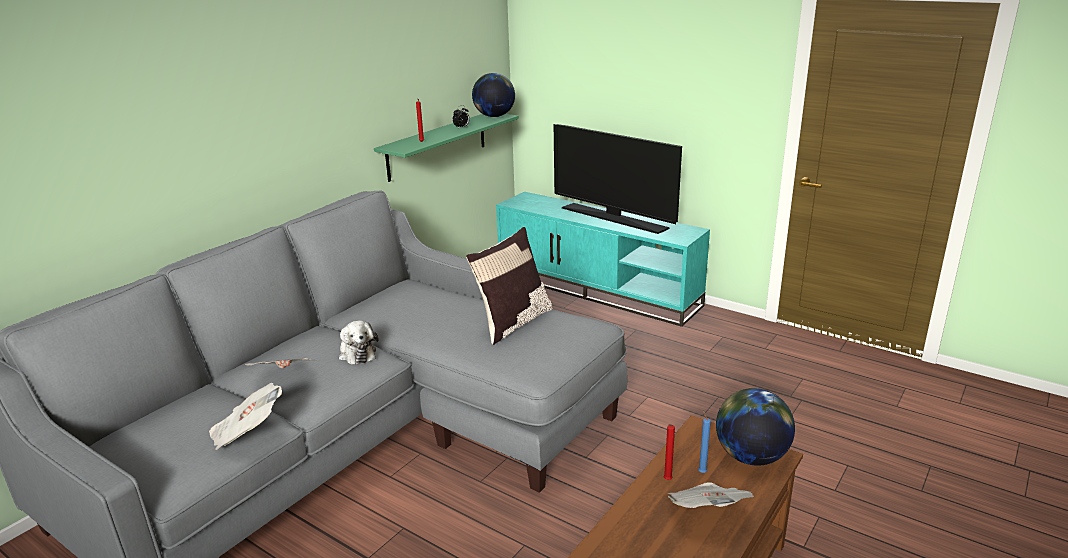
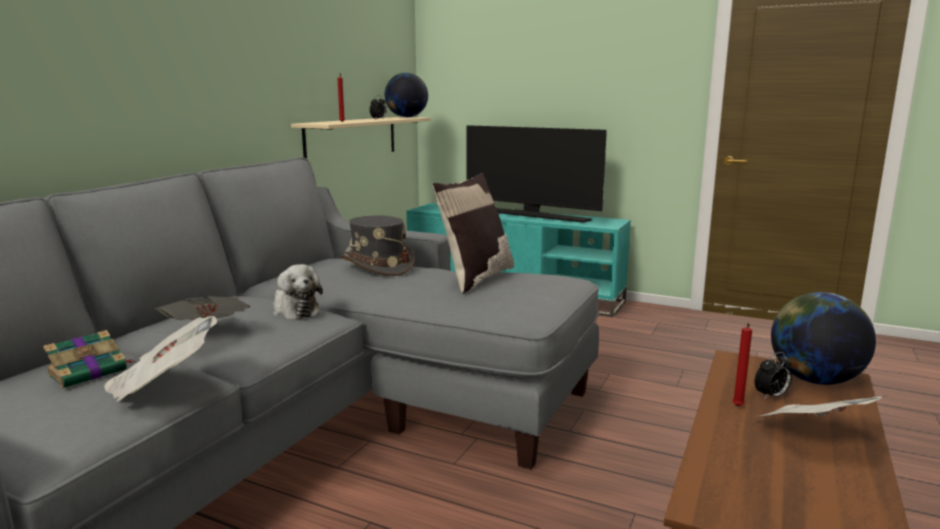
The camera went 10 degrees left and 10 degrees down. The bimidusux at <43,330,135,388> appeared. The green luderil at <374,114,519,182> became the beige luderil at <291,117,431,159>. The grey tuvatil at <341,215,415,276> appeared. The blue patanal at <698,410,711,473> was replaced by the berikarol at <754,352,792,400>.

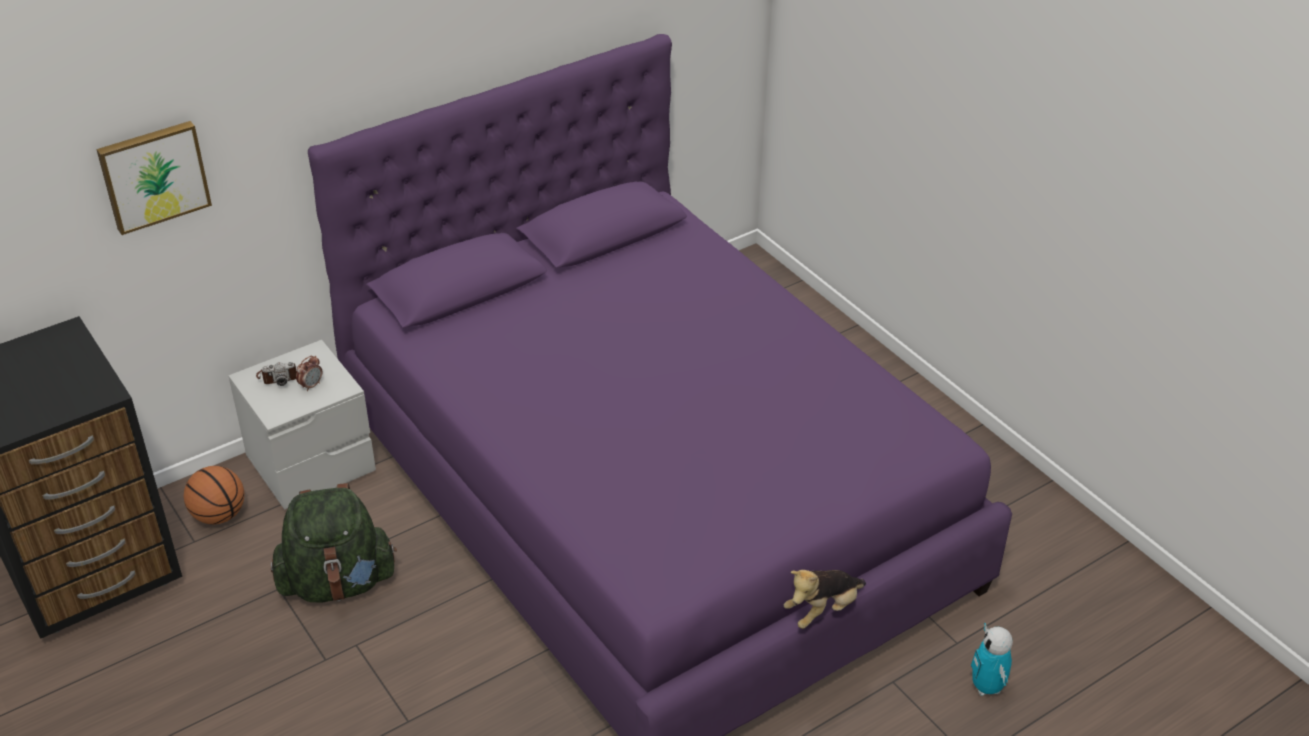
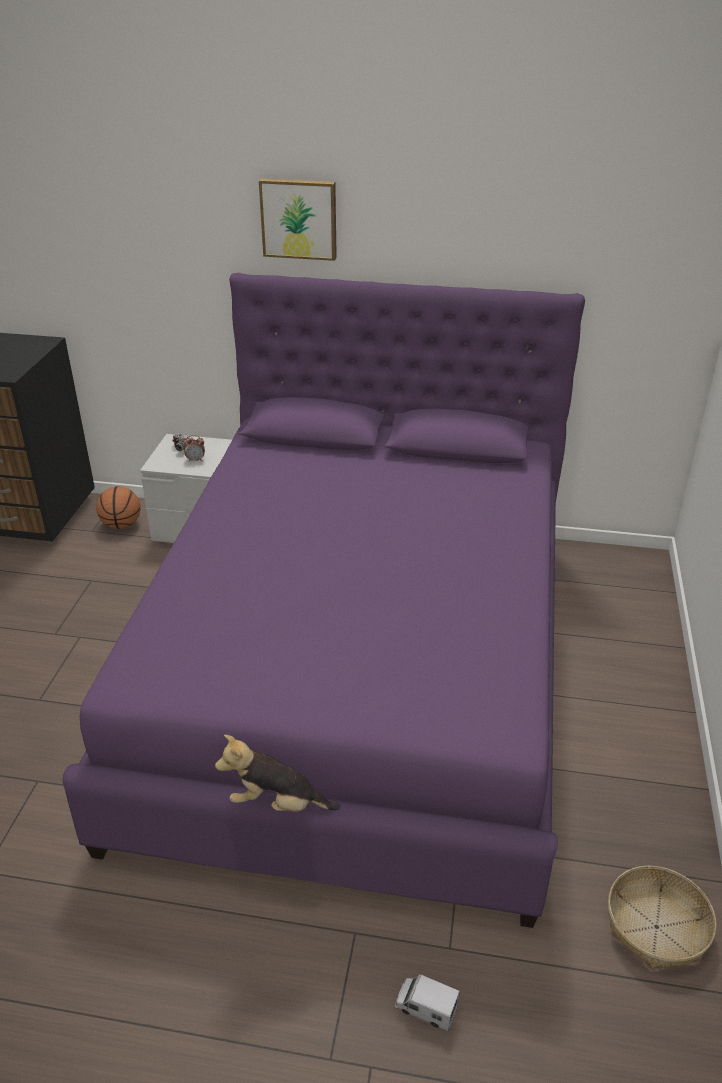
The camera went 45 degrees right and 5 degrees down. The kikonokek moved from <96,121,212,235> to <259,178,337,261>. The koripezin at <971,623,1013,696> was replaced by the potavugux at <395,973,460,1032>. The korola at <608,866,716,970> appeared. The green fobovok at <271,483,397,602> disappeared.

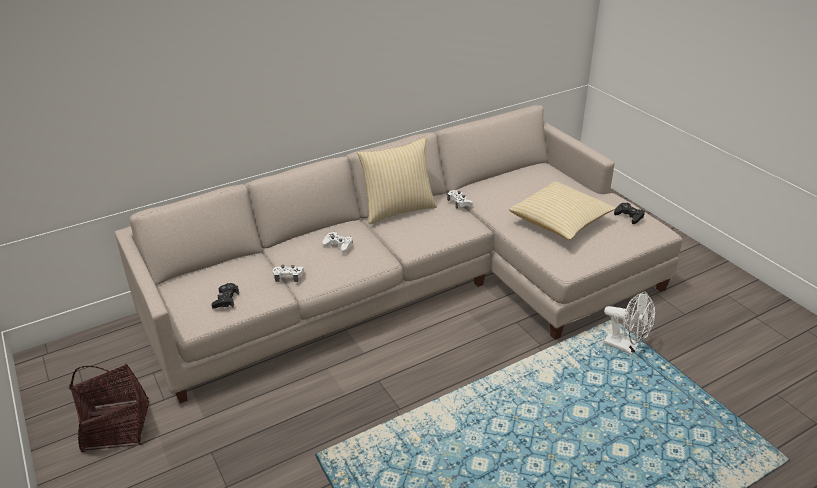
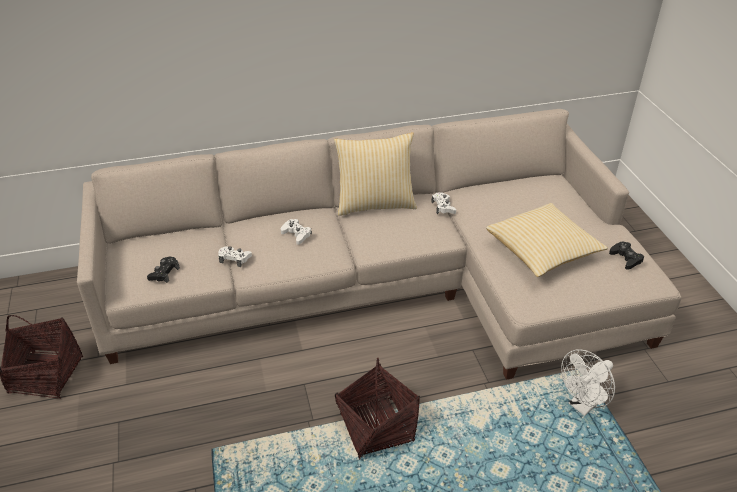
The camera went 15 degrees right and 5 degrees up. The korola at <335,358,420,459> appeared. The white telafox at <604,291,655,355> turned 90 degrees clockwise.

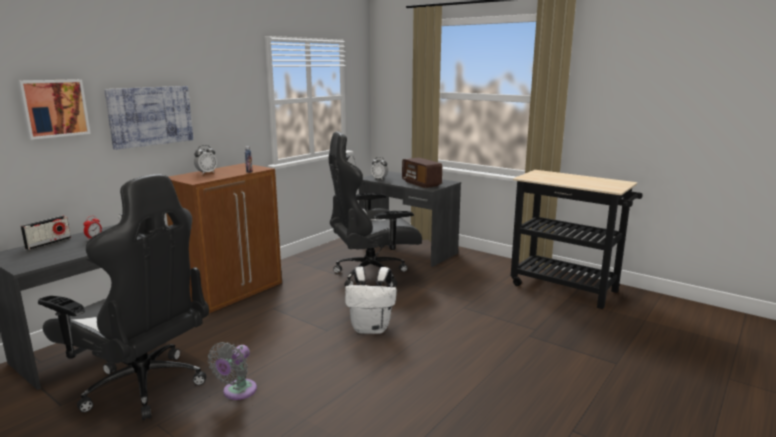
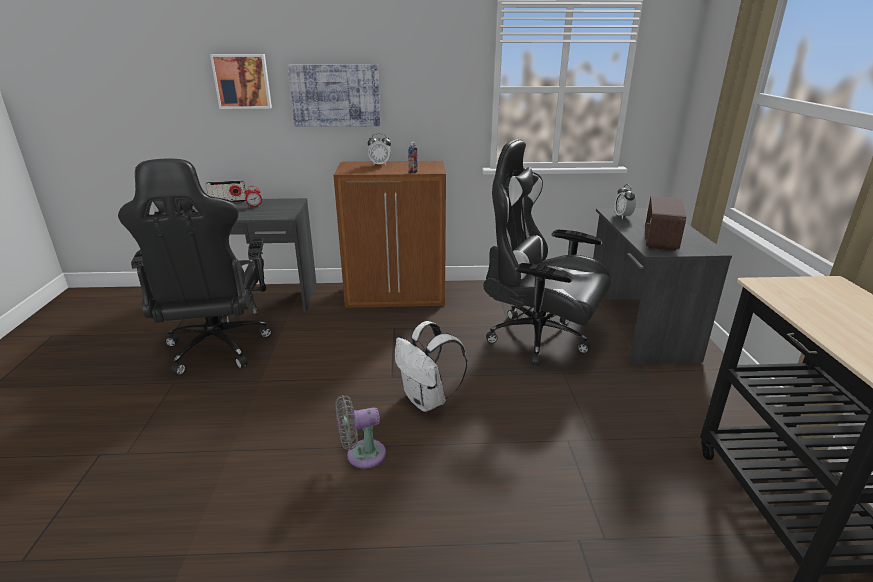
The camera went 50 degrees right and 10 degrees up. The grey telafox moved from <208,342,257,400> to <335,395,386,469>.

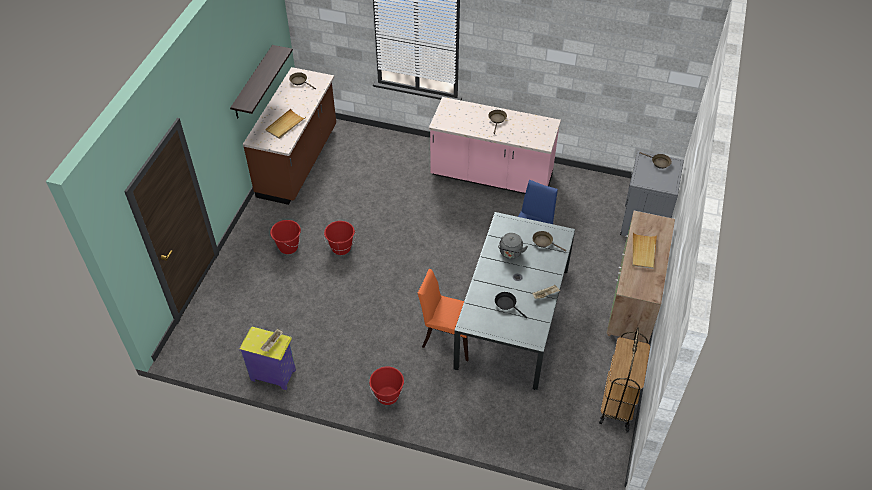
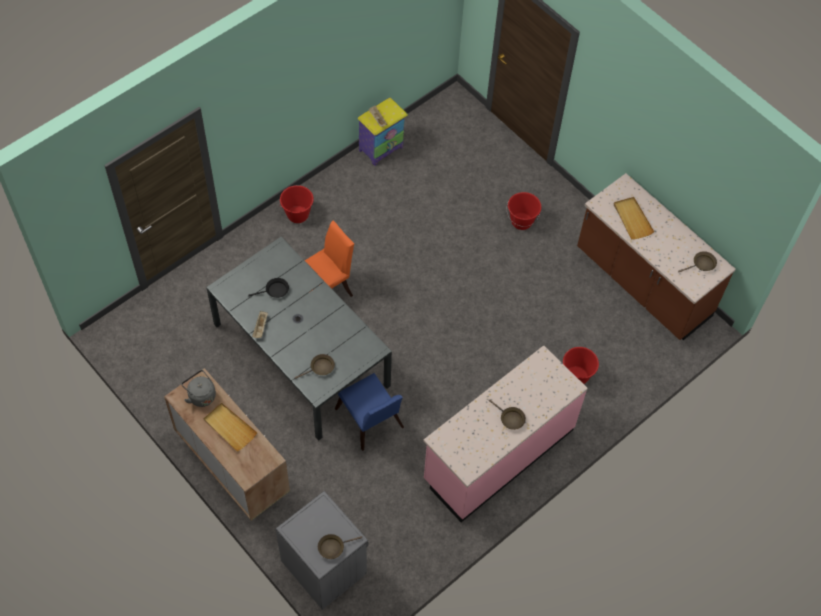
The camera went 120 degrees right and 10 degrees up. The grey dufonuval moved from <498,233,528,259> to <182,370,216,407>. The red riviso moved from <324,221,356,255> to <563,347,599,384>. The luderil at <230,45,293,119> disappeared. The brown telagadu at <599,327,650,433> disappeared.

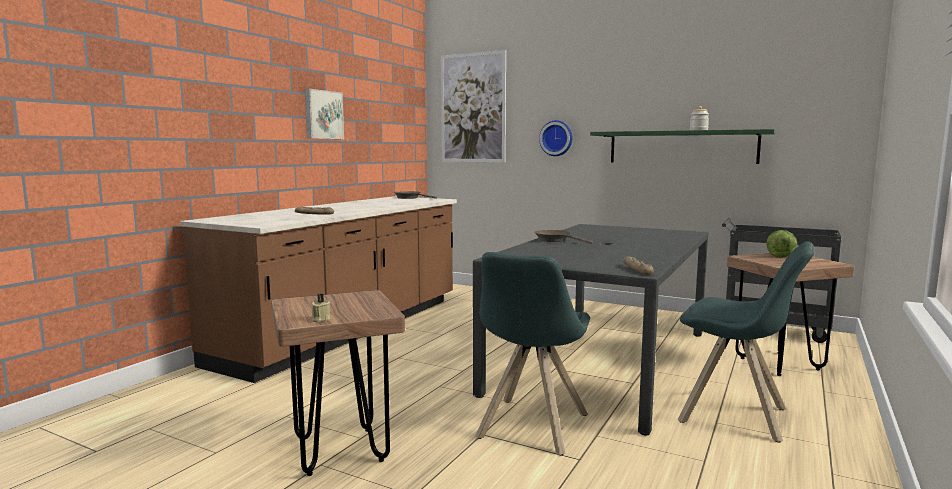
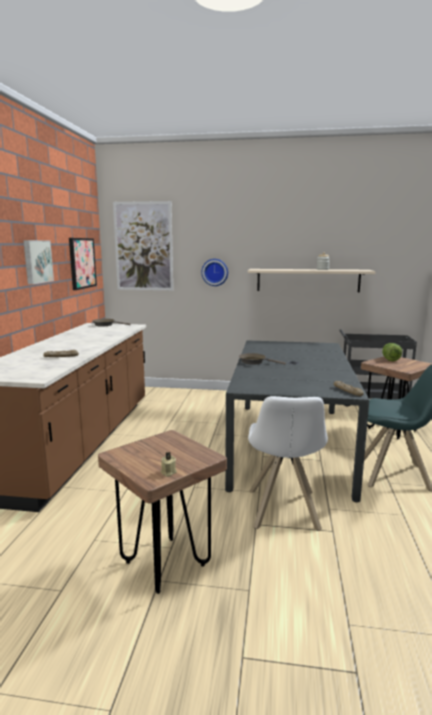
The camera went 20 degrees left and 5 degrees up. The kikonokek at <69,238,97,290> appeared. The green luderil at <590,129,776,164> became the beige luderil at <248,269,375,292>. The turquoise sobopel at <475,252,590,455> became the white sobopel at <248,396,328,531>.

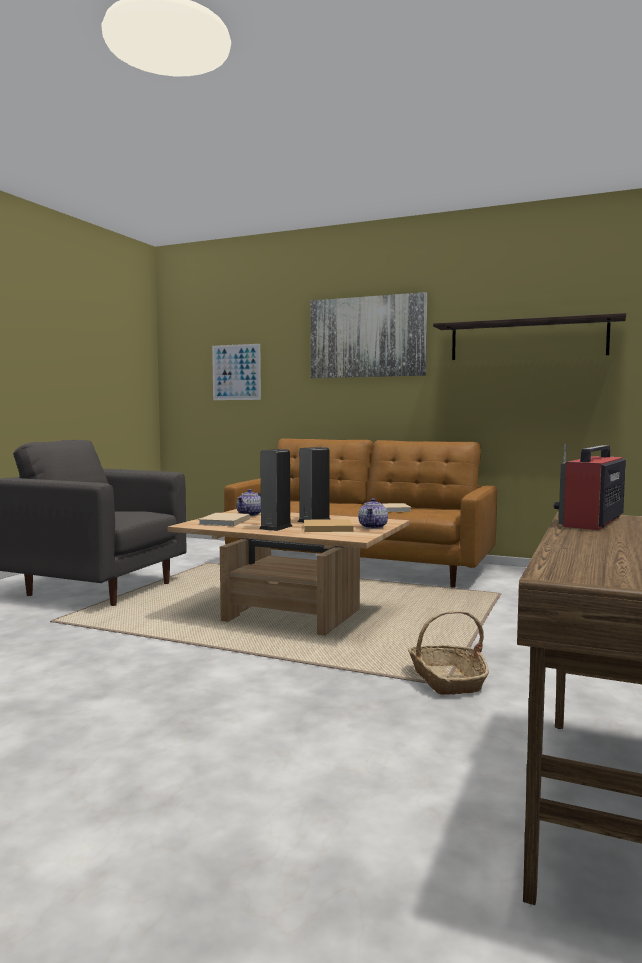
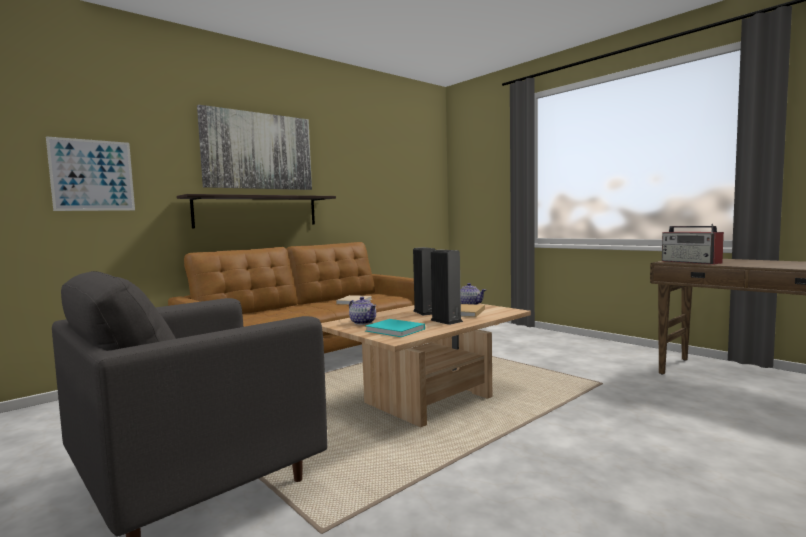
The camera went 65 degrees left and 0 degrees up. The luderil moved from <433,313,626,360> to <177,194,336,228>. The beige bimidusux at <198,513,250,526> became the turquoise bimidusux at <366,319,425,337>. The korola at <408,610,489,695> disappeared.

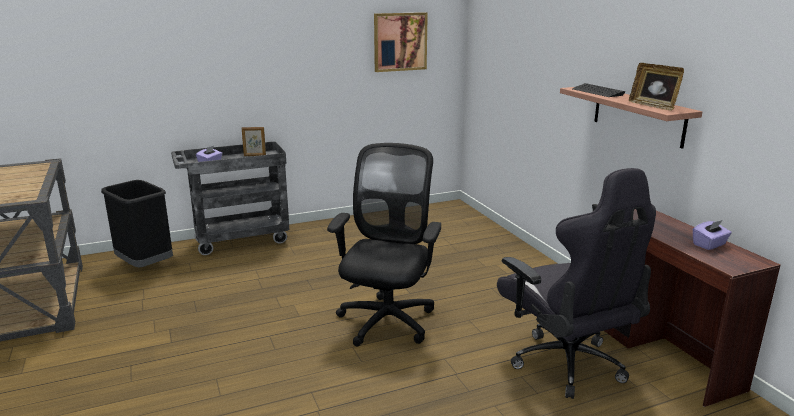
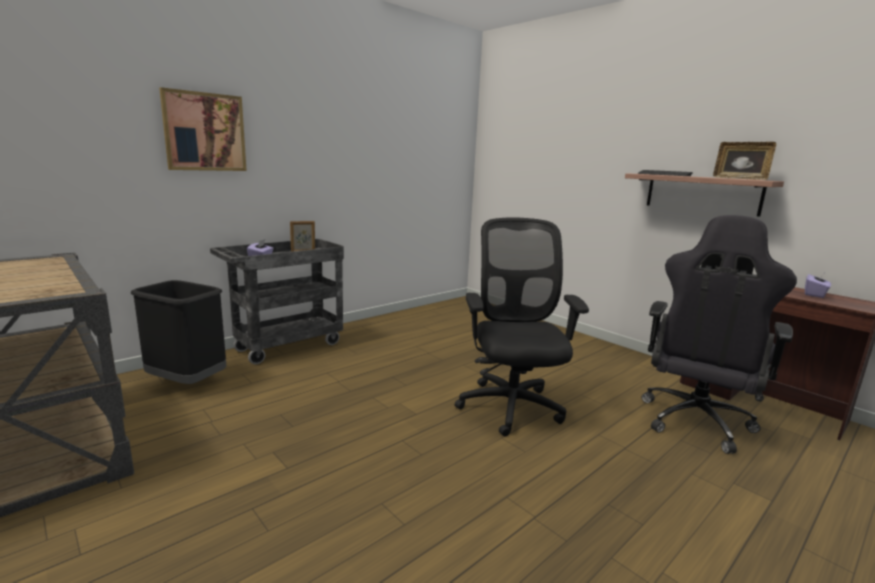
The camera went 20 degrees left and 5 degrees down. The kikonokek moved from <374,12,428,72> to <159,87,247,171>. The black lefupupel at <497,168,656,399> turned 75 degrees clockwise.

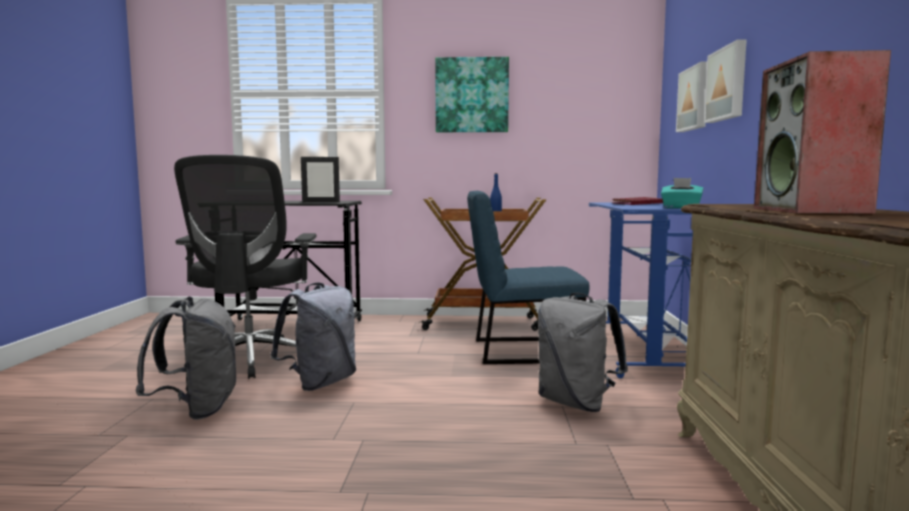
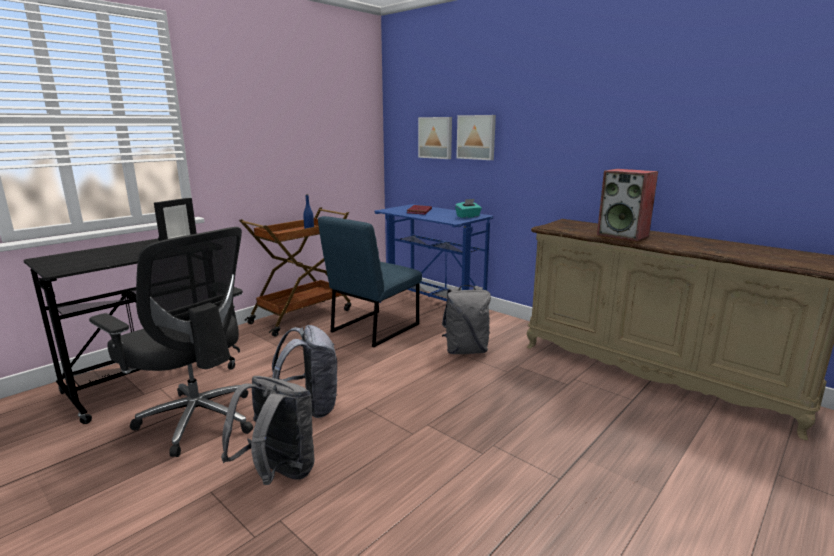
The camera went 50 degrees left and 10 degrees up. The kikonokek at <435,57,509,132> disappeared.

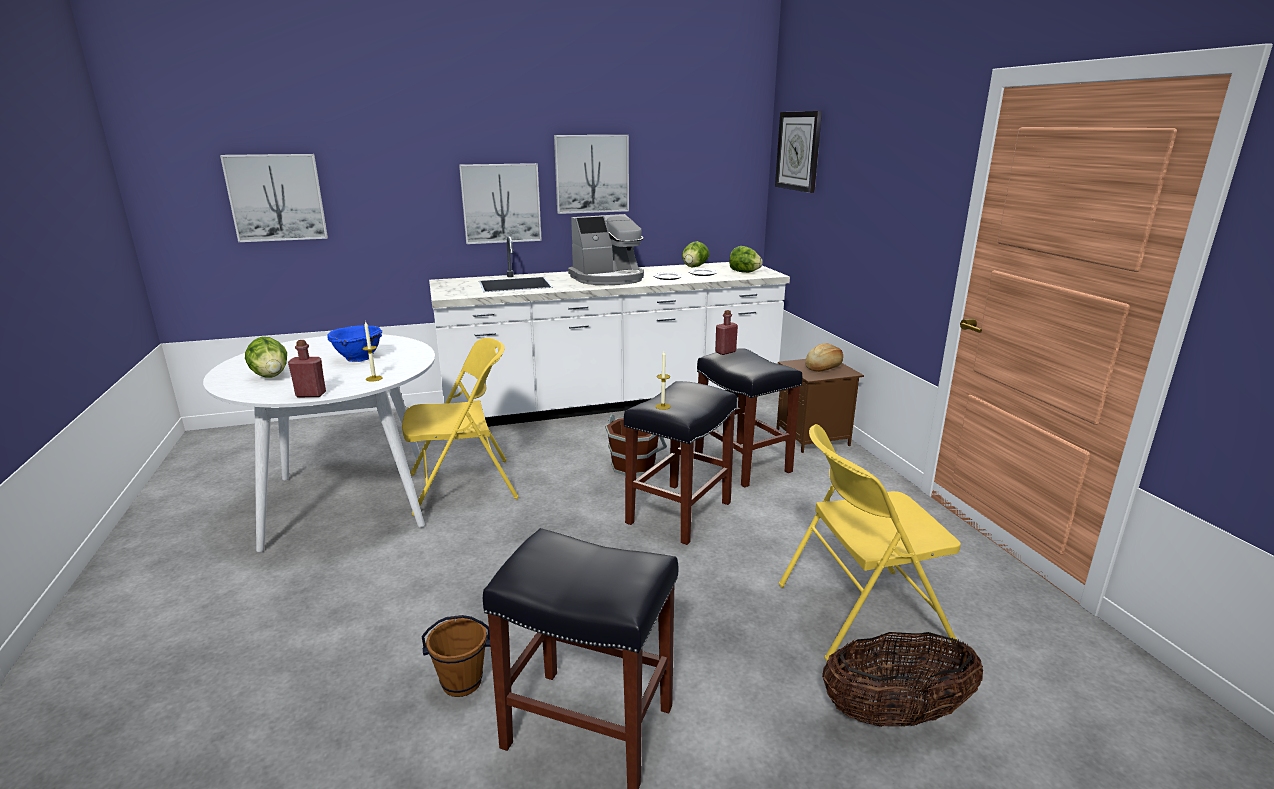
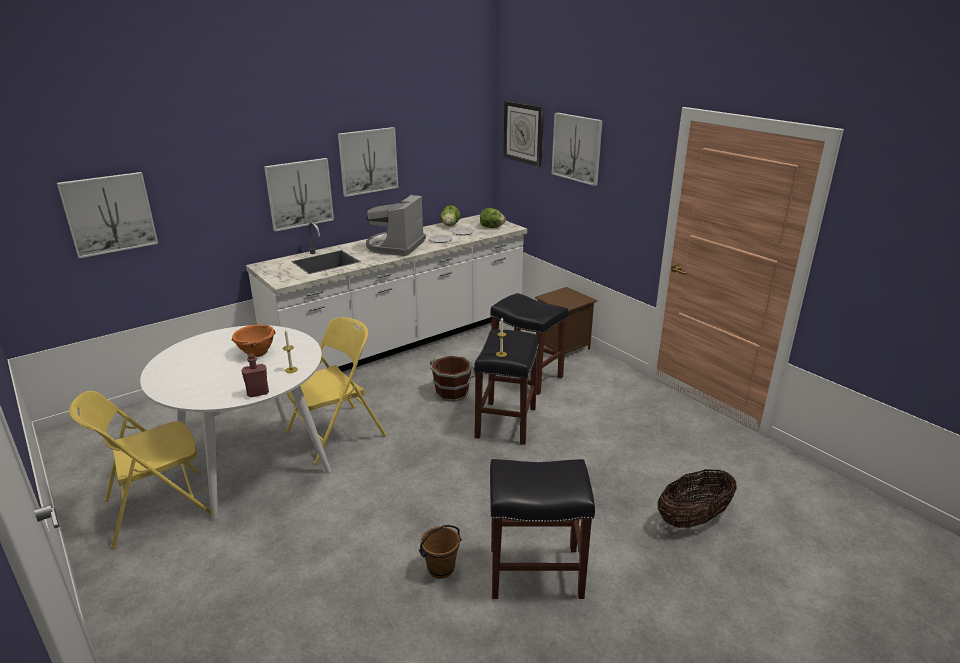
The camera went 20 degrees left and 5 degrees up. The yellow sobopel moved from <779,424,961,661> to <69,391,212,549>. The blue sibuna at <327,325,382,362> became the orange sibuna at <232,324,276,357>. The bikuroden at <568,214,644,285> turned 150 degrees clockwise. The kikonokek at <552,113,603,186> appeared. The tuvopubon at <245,337,287,378> disappeared. The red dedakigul at <715,310,738,355> disappeared. The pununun at <805,343,843,372> disappeared.

